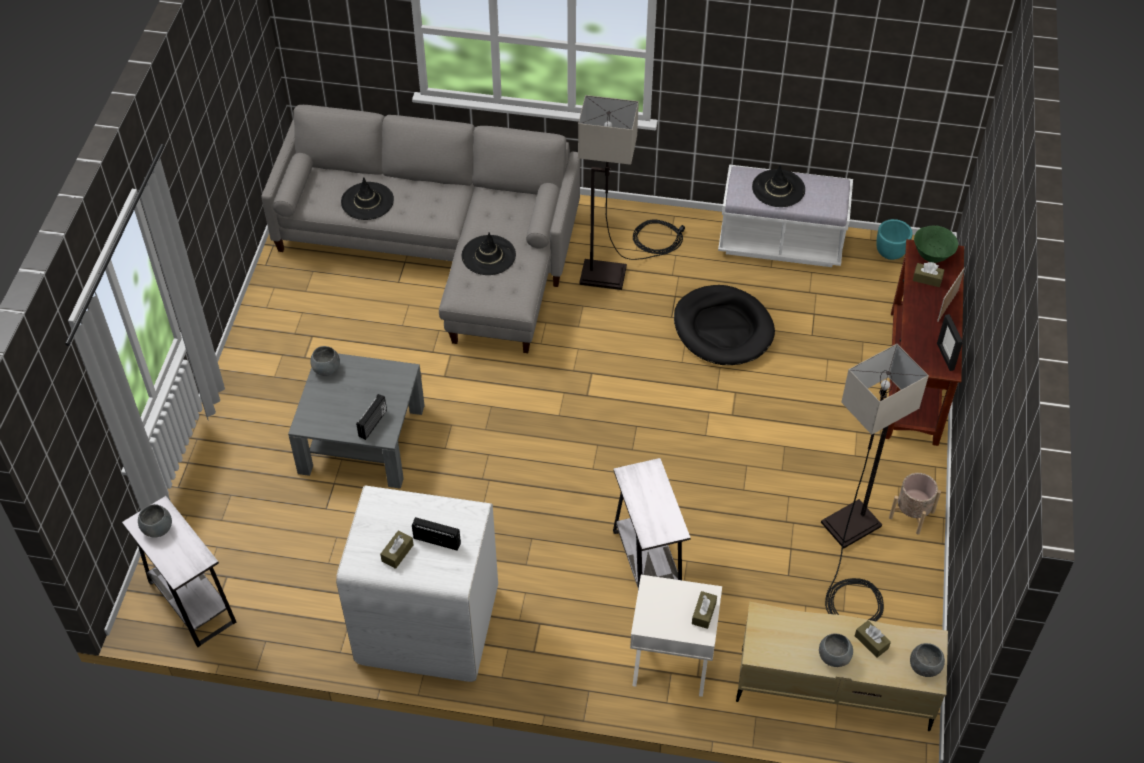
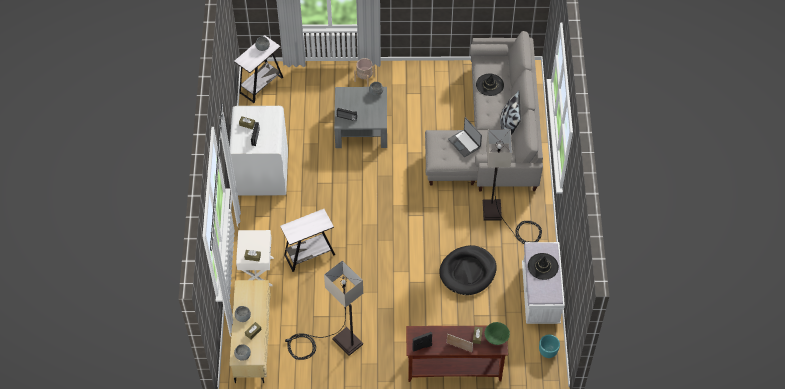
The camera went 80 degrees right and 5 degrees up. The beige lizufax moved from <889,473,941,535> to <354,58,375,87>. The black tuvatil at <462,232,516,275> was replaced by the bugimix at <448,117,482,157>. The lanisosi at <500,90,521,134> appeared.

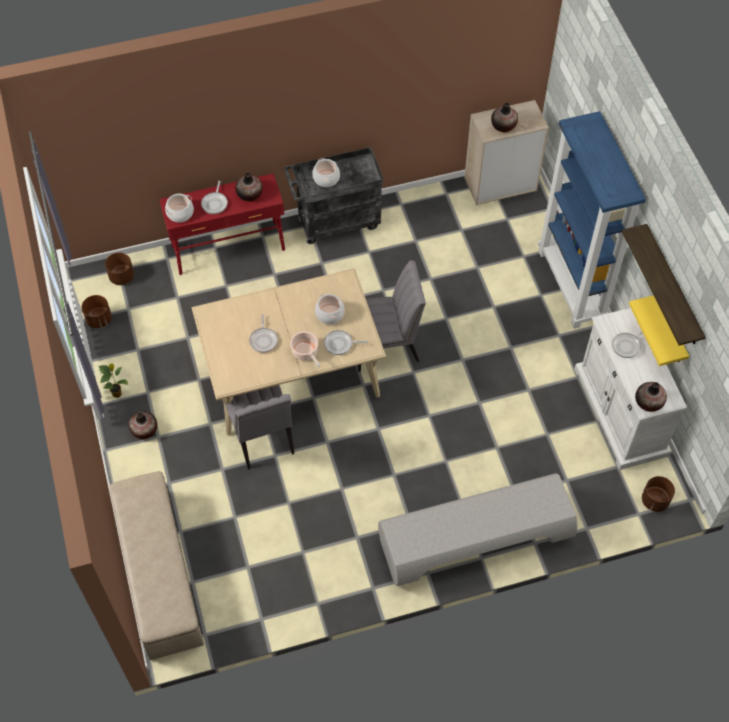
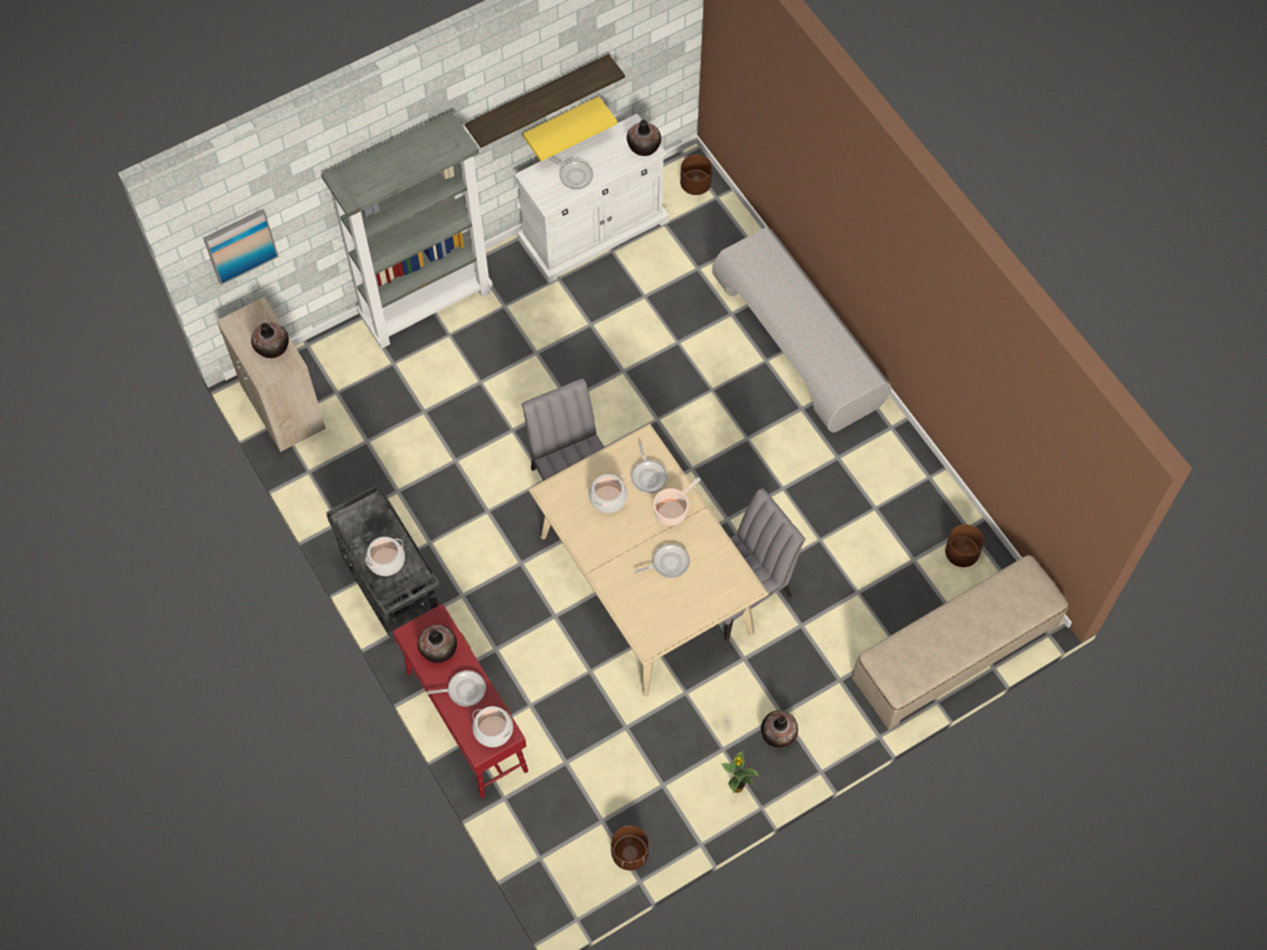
The camera went 105 degrees left and 5 degrees up. The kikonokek at <203,209,279,285> appeared. The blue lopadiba at <538,111,646,329> became the grey lopadiba at <321,111,493,349>. The brown lizufax moved from <105,253,134,285> to <945,524,984,567>.

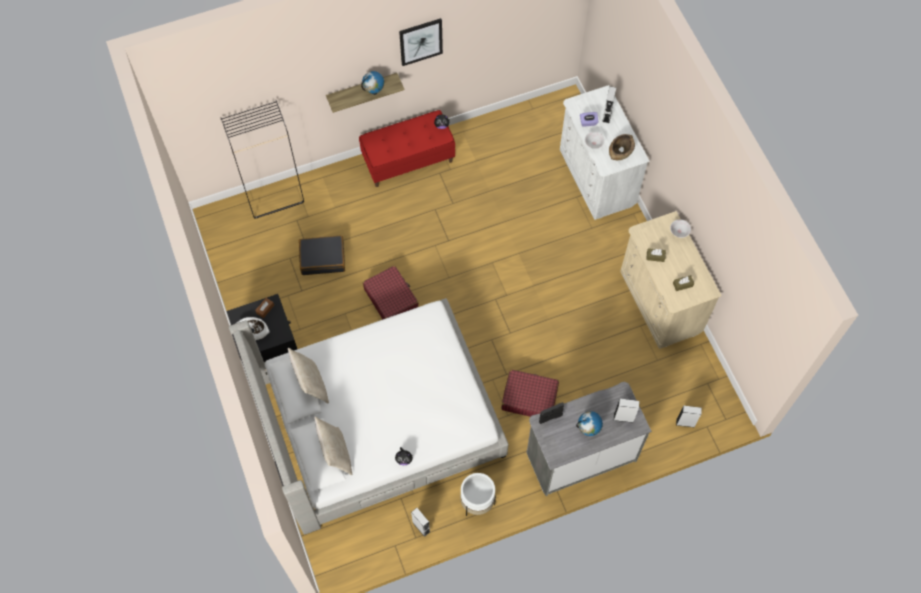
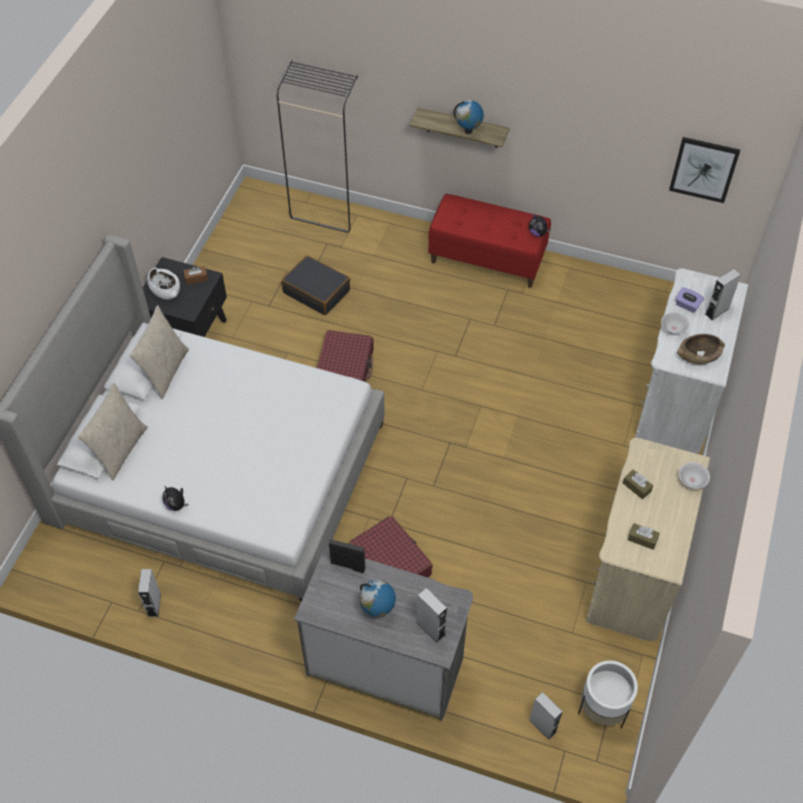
The camera went 40 degrees right and 10 degrees down. The white lizufax moved from <461,473,496,516> to <578,661,638,728>. The kikonokek moved from <399,18,443,66> to <669,137,740,203>.

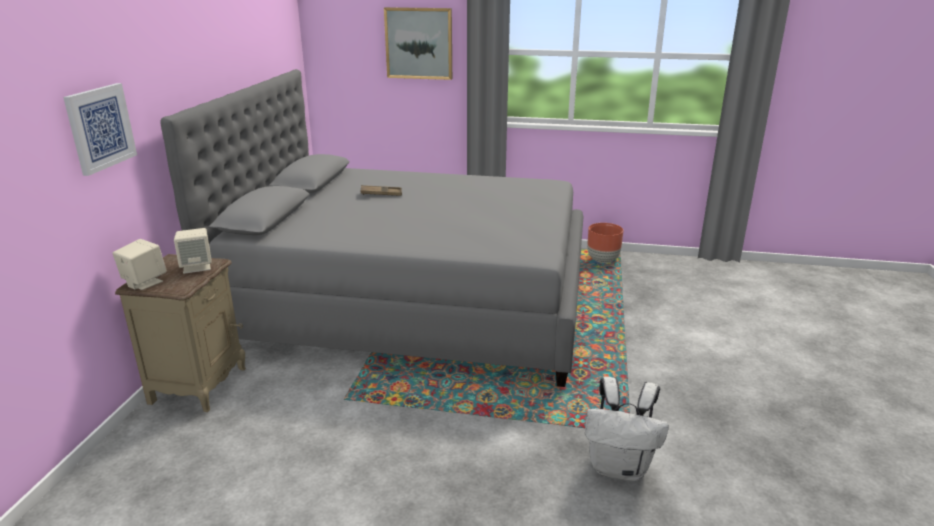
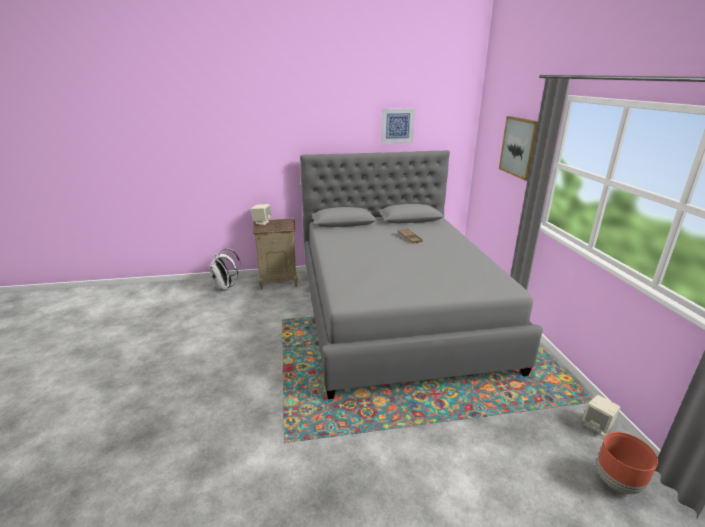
The camera went 70 degrees right and 0 degrees up. The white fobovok moved from <585,377,669,481> to <209,248,241,291>. The kikonokek moved from <63,83,137,176> to <381,108,415,143>. The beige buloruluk moved from <174,228,212,274> to <582,395,620,436>. The brown lizufax moved from <587,223,623,263> to <597,432,658,494>.

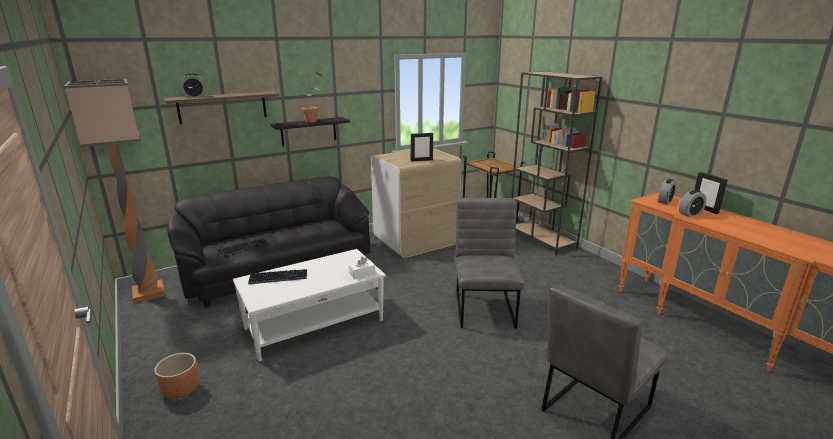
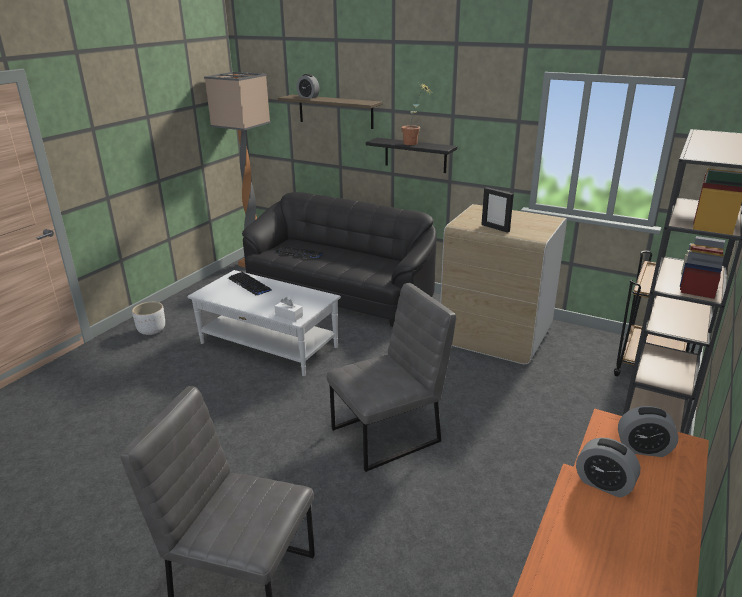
The camera went 60 degrees right and 5 degrees up. The brown lizufax at <155,353,199,399> became the white lizufax at <132,302,165,335>. The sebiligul at <694,172,728,214> disappeared.

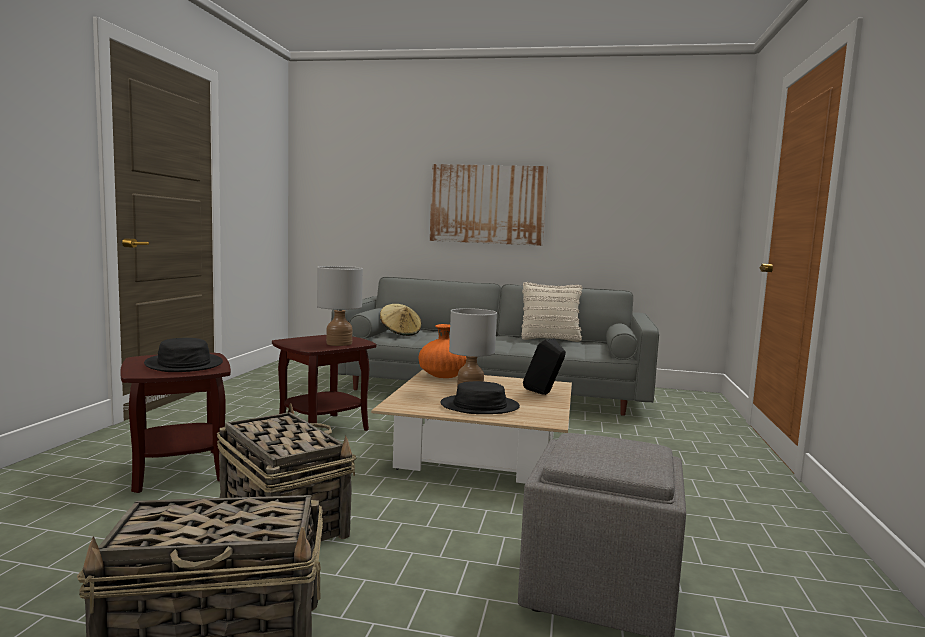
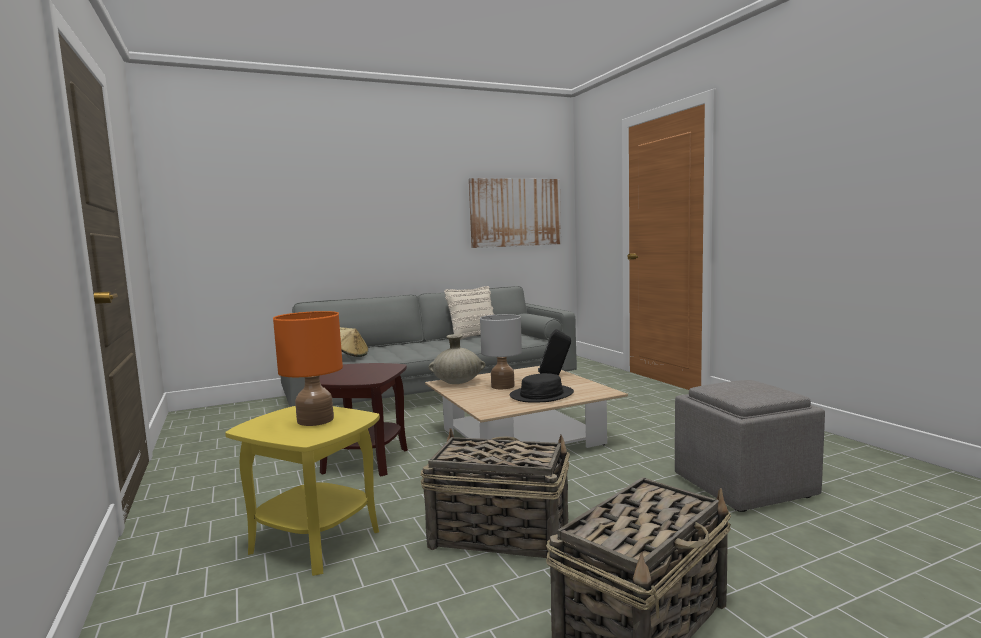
The camera went 35 degrees left and 0 degrees up. The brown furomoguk at <120,353,231,493> became the yellow furomoguk at <225,406,380,576>. The black tuvatil at <144,338,223,372> was replaced by the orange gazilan at <273,311,343,426>. The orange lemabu at <419,324,466,378> became the beige lemabu at <429,334,486,384>. The kikonokek moved from <430,164,548,246> to <469,178,561,248>. The grey gazilan at <317,266,363,346> disappeared.

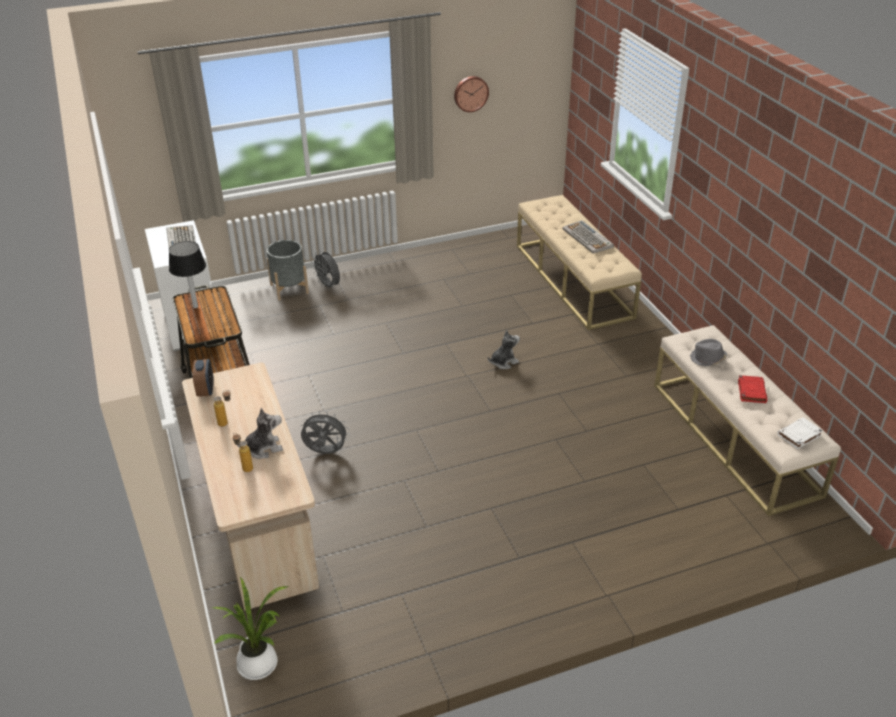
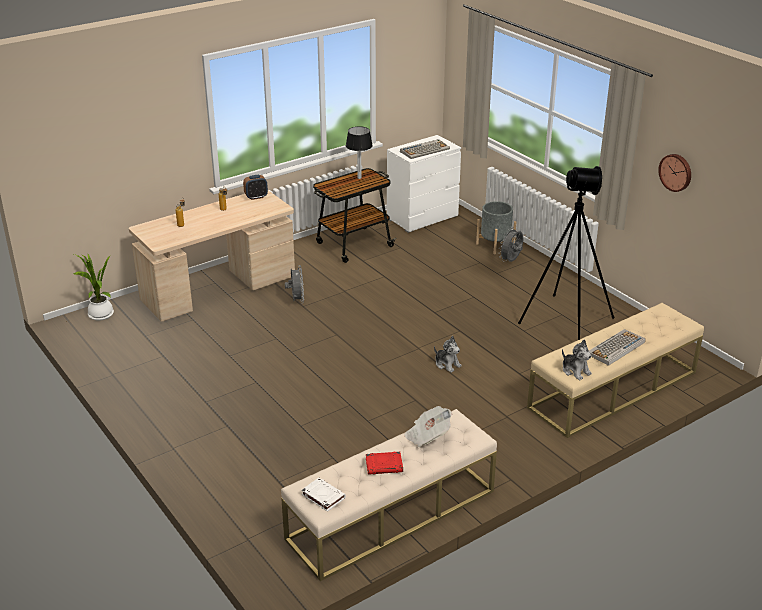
The camera went 75 degrees right and 5 degrees down. The grey tuvatil at <690,339,727,366> was replaced by the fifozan at <404,406,452,447>. The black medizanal at <518,166,615,340> appeared. The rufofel moved from <237,408,283,459> to <562,340,592,380>.

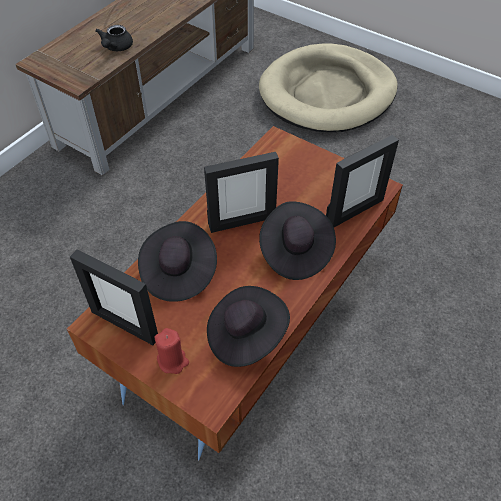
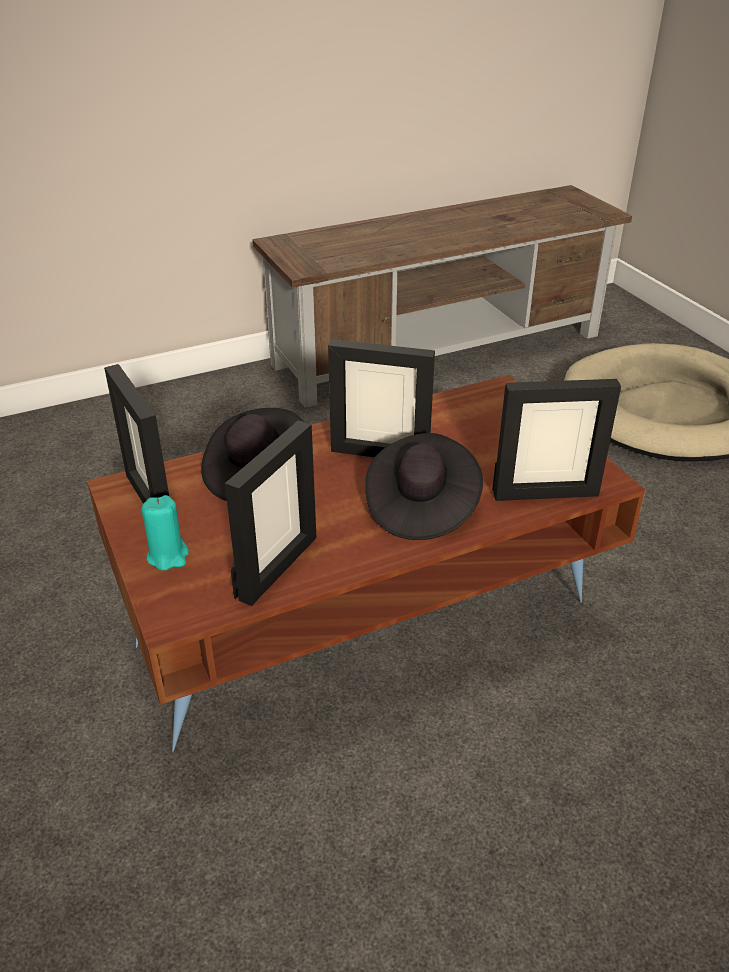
The camera went 30 degrees right and 15 degrees down. The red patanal at <155,328,189,374> became the turquoise patanal at <141,495,189,571>. The black tuvatil at <207,286,290,367> was replaced by the sebiligul at <225,420,317,606>. The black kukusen at <95,25,133,51> disappeared.

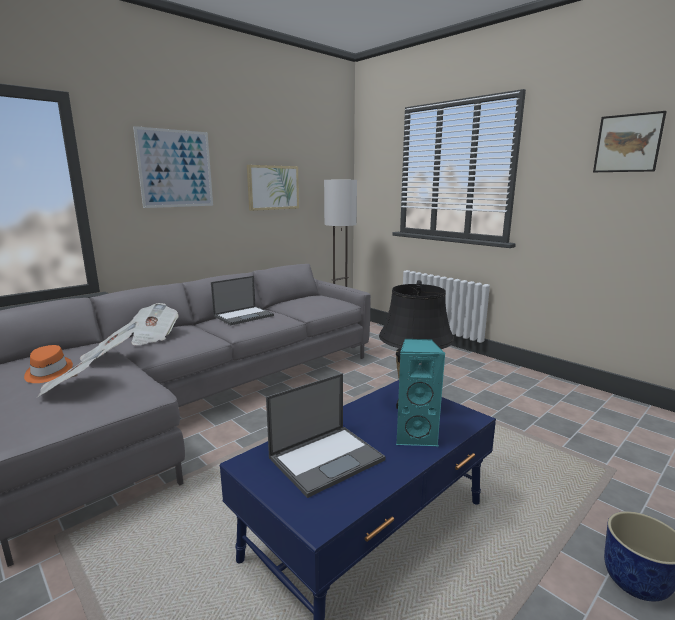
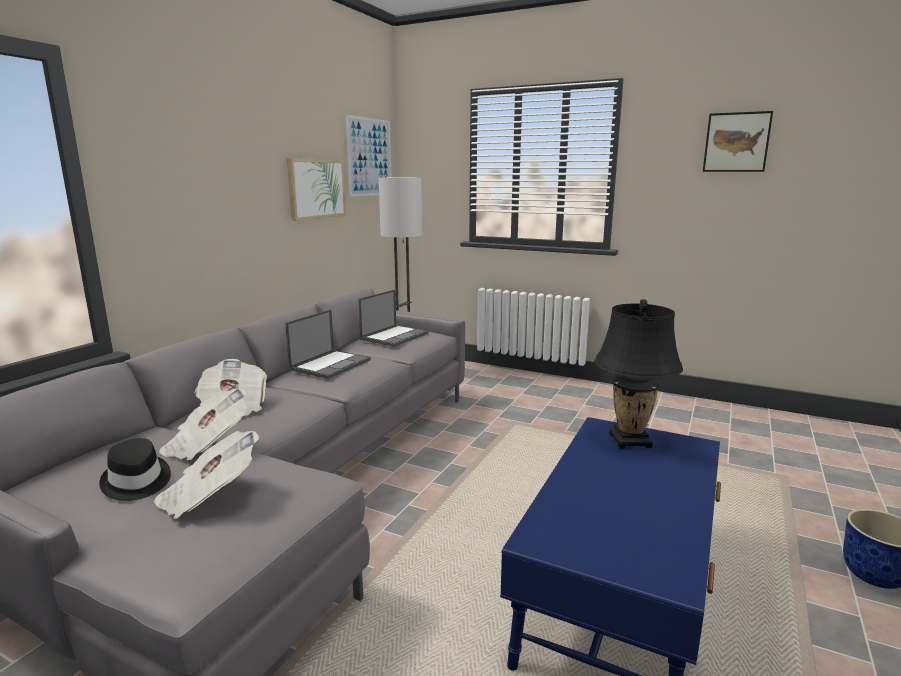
The camera went 20 degrees left and 0 degrees up. The orange tuvatil at <24,345,73,383> became the black tuvatil at <99,438,171,501>. The kikonokek moved from <133,126,213,208> to <345,115,392,197>. The bugimix moved from <266,373,385,498> to <358,290,429,347>. The turquoise buloruluk at <396,339,445,448> disappeared.

